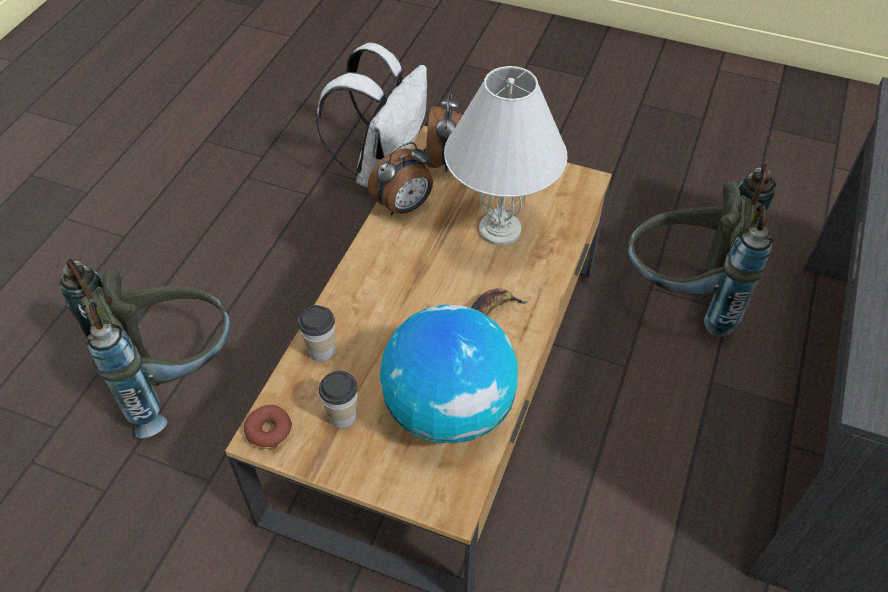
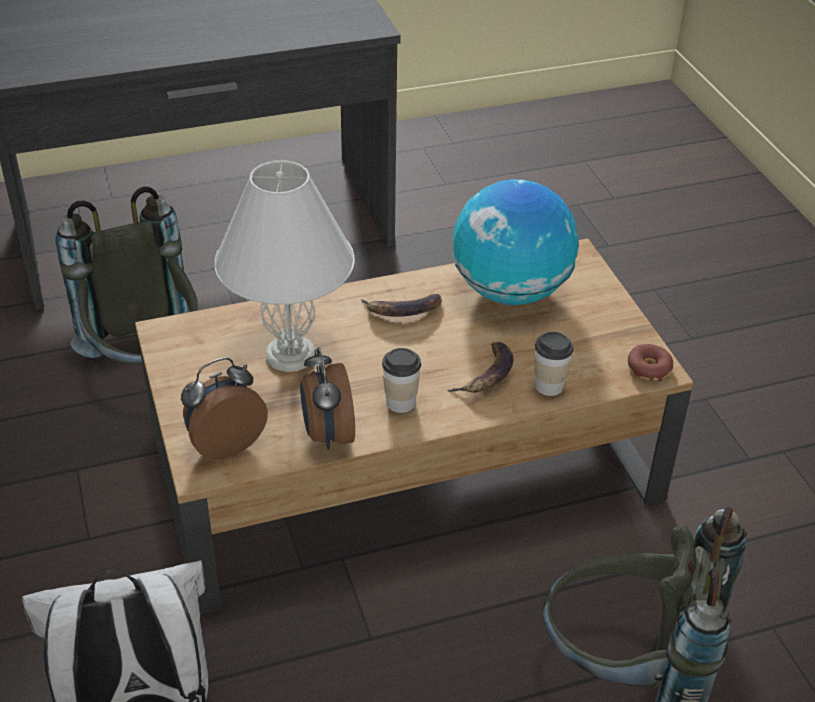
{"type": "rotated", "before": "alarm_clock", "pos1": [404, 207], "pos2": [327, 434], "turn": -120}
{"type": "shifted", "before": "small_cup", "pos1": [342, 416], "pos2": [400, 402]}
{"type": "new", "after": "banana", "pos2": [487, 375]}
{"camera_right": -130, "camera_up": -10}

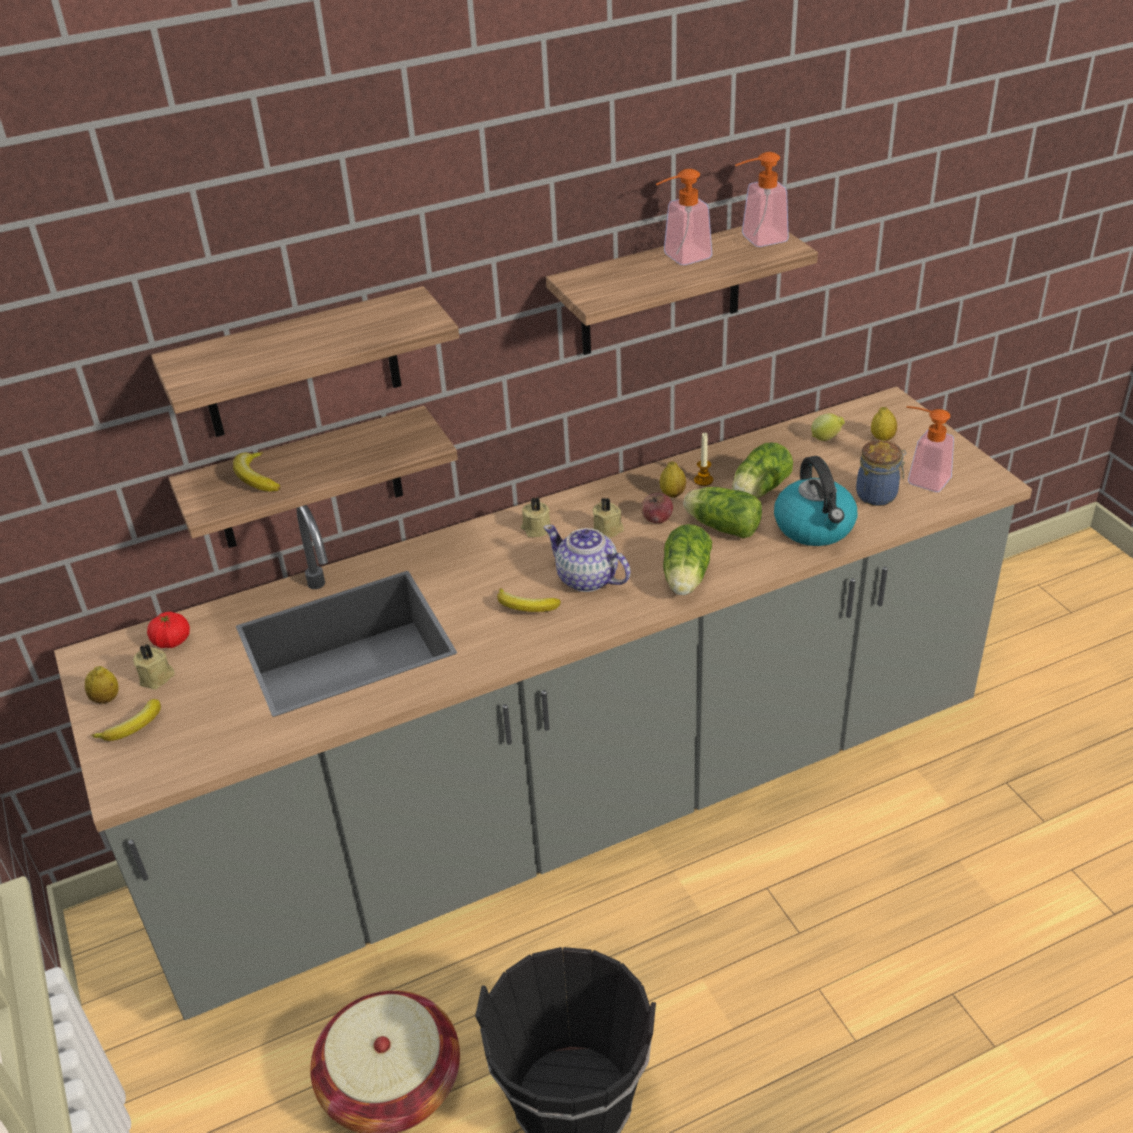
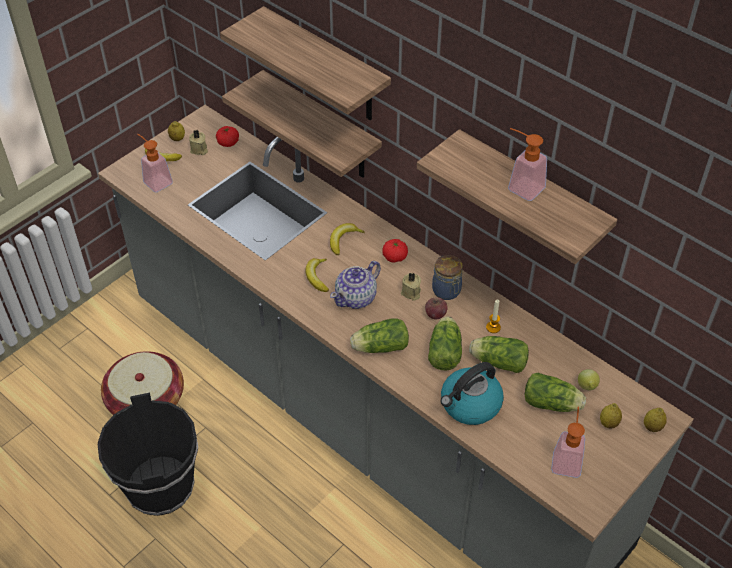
{"type": "shifted", "before": "soap_dispenser", "pos1": [757, 240], "pos2": [155, 180]}
{"type": "shifted", "before": "storage_jar", "pos1": [878, 495], "pos2": [447, 291]}
{"type": "shifted", "before": "banana", "pos1": [256, 478], "pos2": [343, 240]}
{"type": "shifted", "before": "whole_lemon", "pos1": [672, 494], "pos2": [652, 427]}
{"type": "swapped", "before": "beige-coloured_wax_candle", "after": "whole_tomato", "pos1": [536, 529], "pos2": [394, 257]}
{"type": "rotated", "before": "pot_for_tea", "pos1": [587, 579], "pos2": [356, 298], "turn": -150}
{"type": "new", "after": "lettuce_head", "pos2": [553, 404]}
{"camera_right": 65, "camera_up": 10}

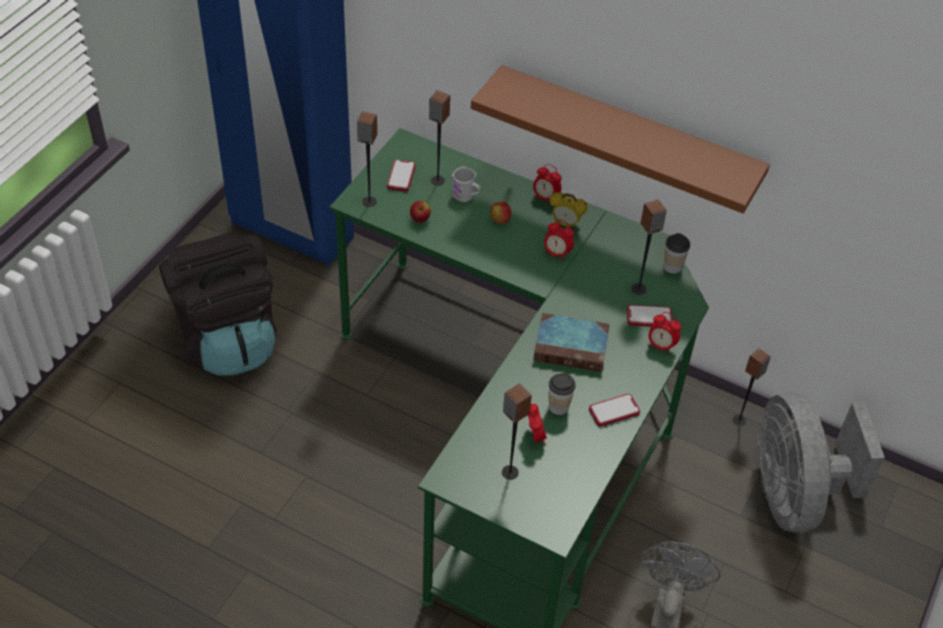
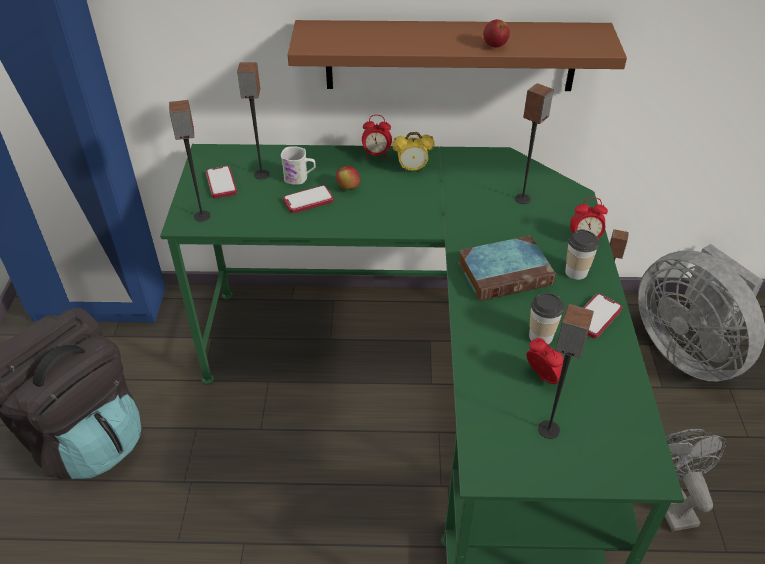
{"type": "shifted", "before": "whole_apple", "pos1": [420, 219], "pos2": [495, 46]}
{"type": "gone", "before": "alarm_clock", "pos1": [556, 253]}
{"type": "shifted", "before": "small_cup", "pos1": [672, 267], "pos2": [576, 272]}
{"type": "shifted", "before": "handset", "pos1": [649, 317], "pos2": [308, 200]}
{"camera_right": -25, "camera_up": -5}

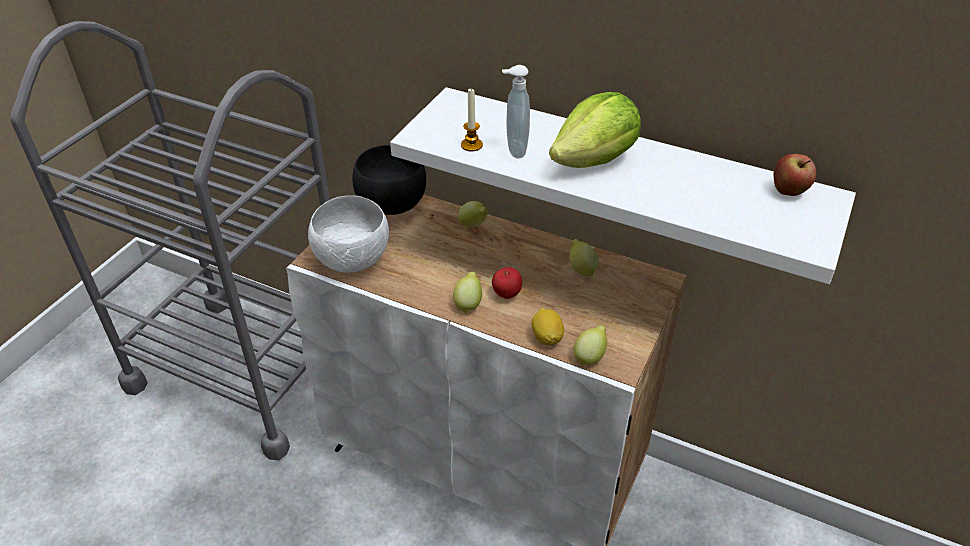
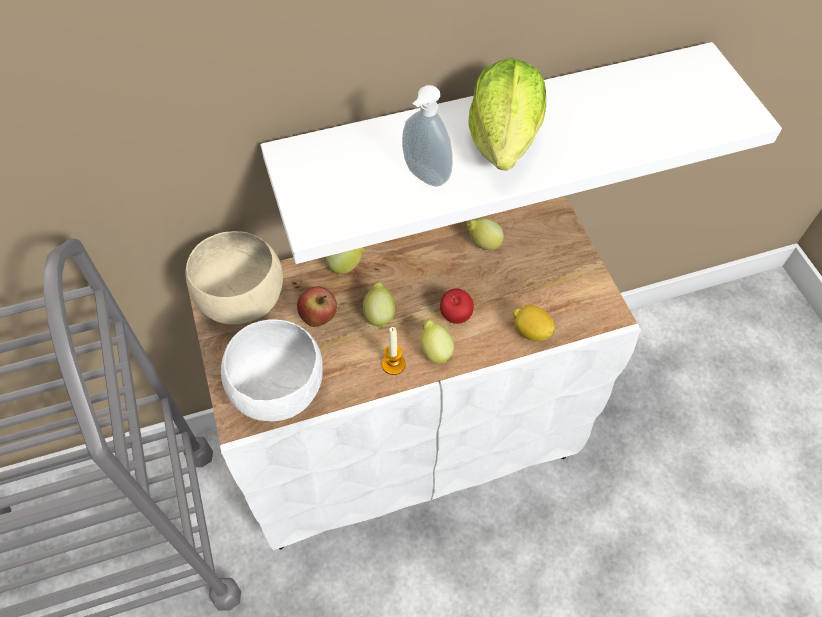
{"type": "shifted", "before": "wax_candle", "pos1": [471, 145], "pos2": [393, 364]}
{"type": "repainted", "before": "black_bowl", "after": "beige-coloured_bowl", "pos1": [391, 204], "pos2": [240, 300]}
{"type": "shifted", "before": "whole_apple", "pos1": [789, 192], "pos2": [319, 318]}
{"type": "shifted", "before": "whole_lemon", "pos1": [590, 356], "pos2": [379, 314]}
{"camera_right": -45, "camera_up": 15}

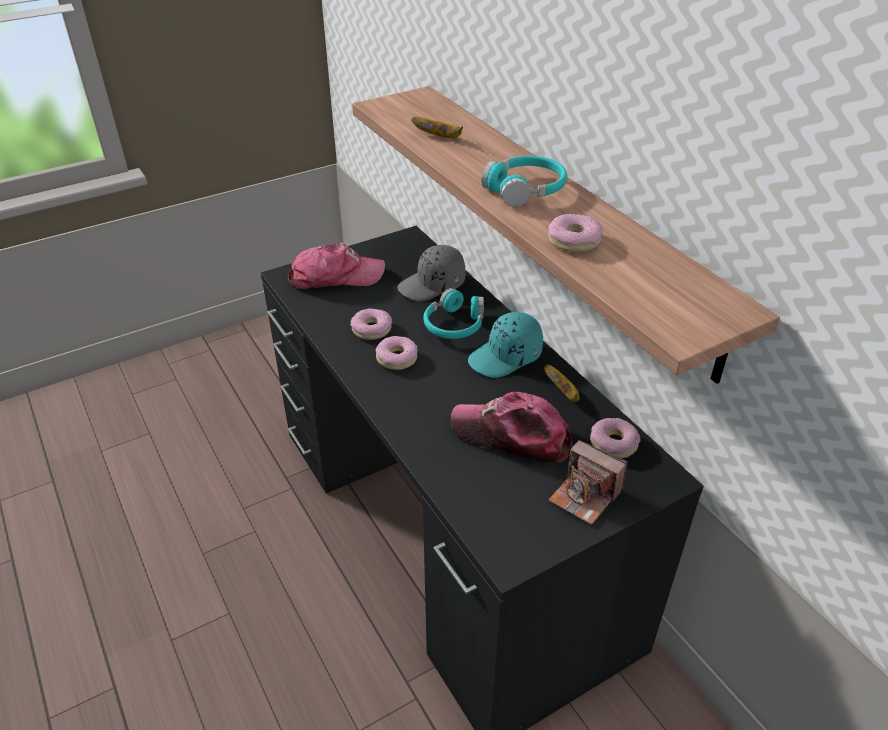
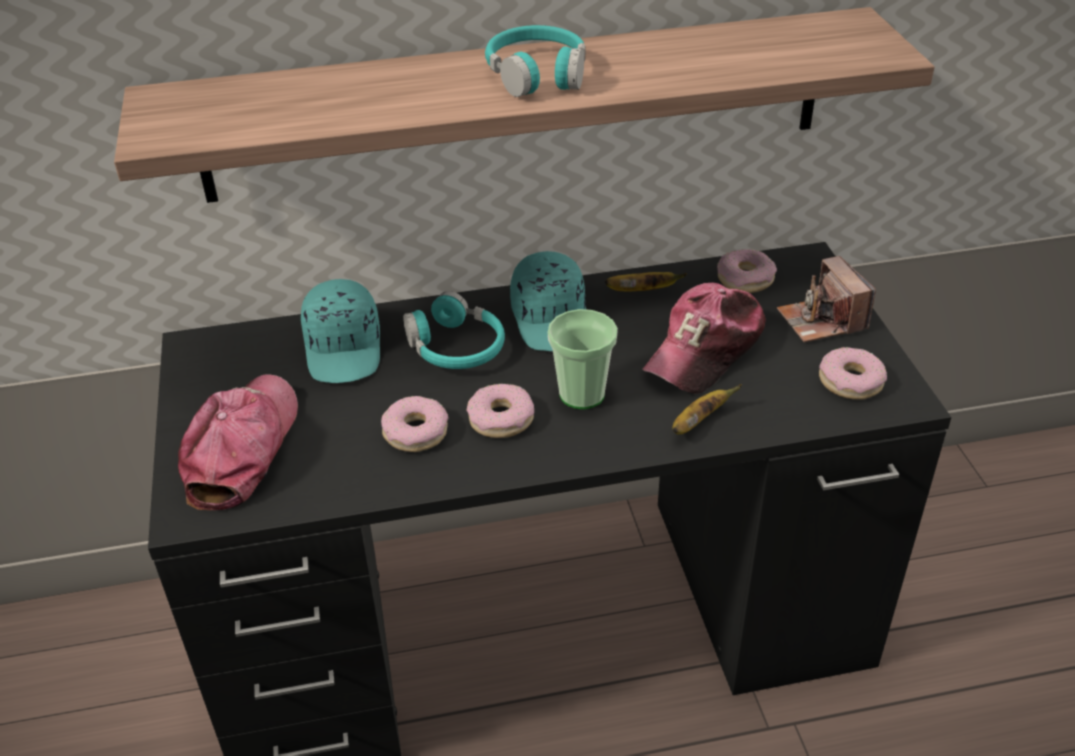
{"type": "shifted", "before": "banana", "pos1": [439, 136], "pos2": [698, 422]}
{"type": "shifted", "before": "doughnut", "pos1": [573, 240], "pos2": [850, 381]}
{"type": "repainted", "before": "grey_baseball_cap", "after": "blue-green_baseball_cap", "pos1": [432, 285], "pos2": [345, 348]}
{"type": "rotated", "before": "still_camera", "pos1": [585, 496], "pos2": [821, 320], "turn": 105}
{"type": "new", "after": "small_cup", "pos2": [582, 394]}
{"camera_right": -70, "camera_up": 0}

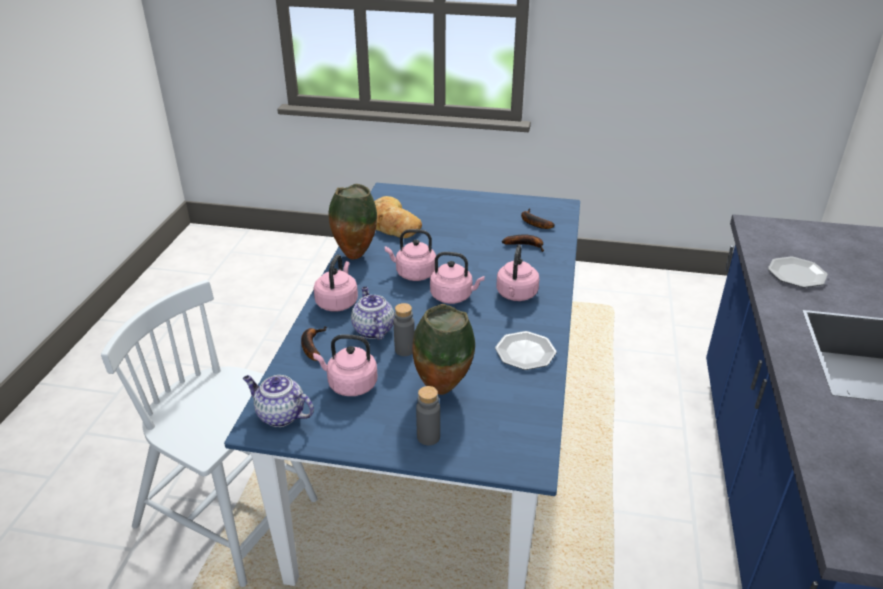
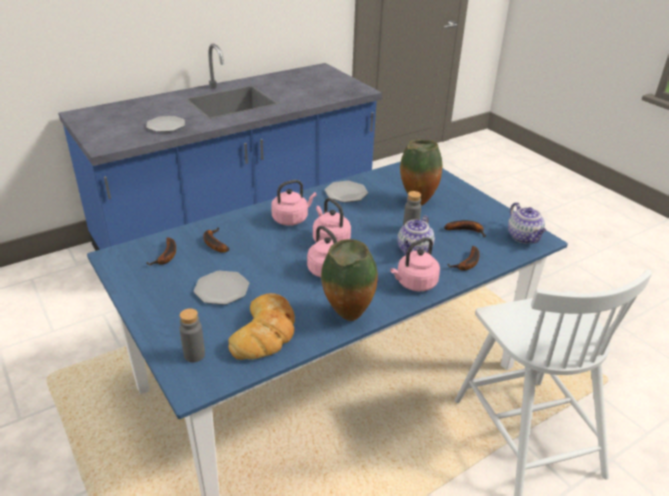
{"type": "swapped", "before": "pink_water_kettle", "after": "banana", "pos1": [350, 385], "pos2": [466, 230]}
{"type": "shifted", "before": "grey_bottle", "pos1": [428, 437], "pos2": [194, 355]}
{"type": "new", "after": "dinner_plate", "pos2": [222, 289]}
{"camera_right": -135, "camera_up": 0}

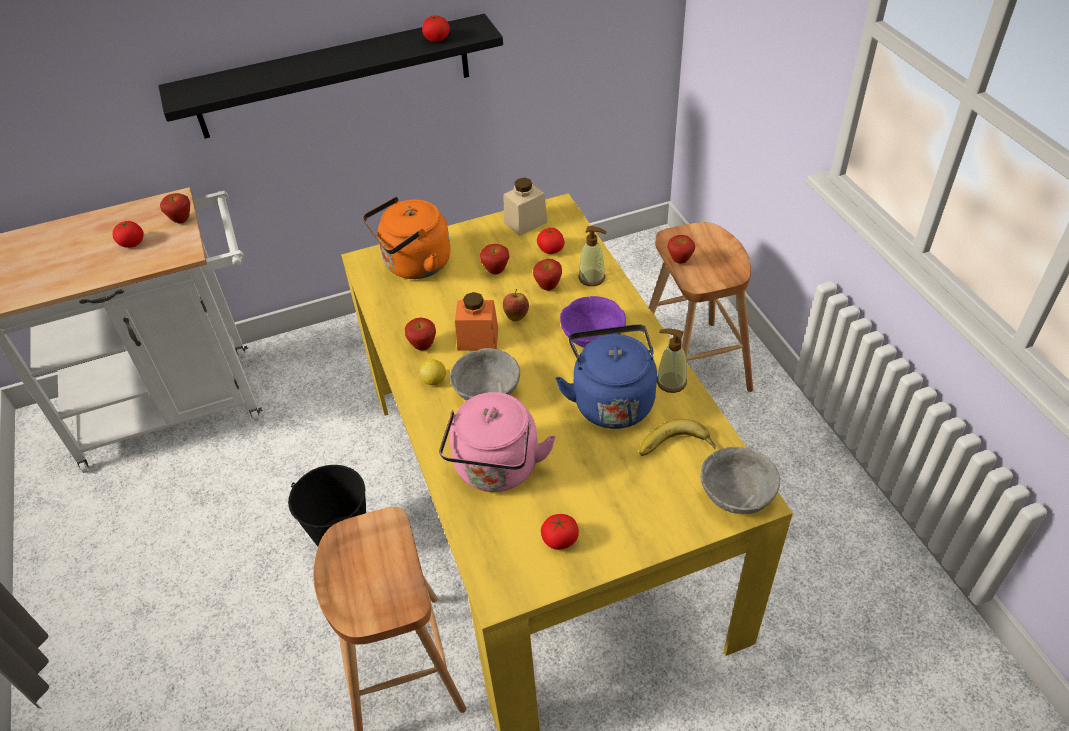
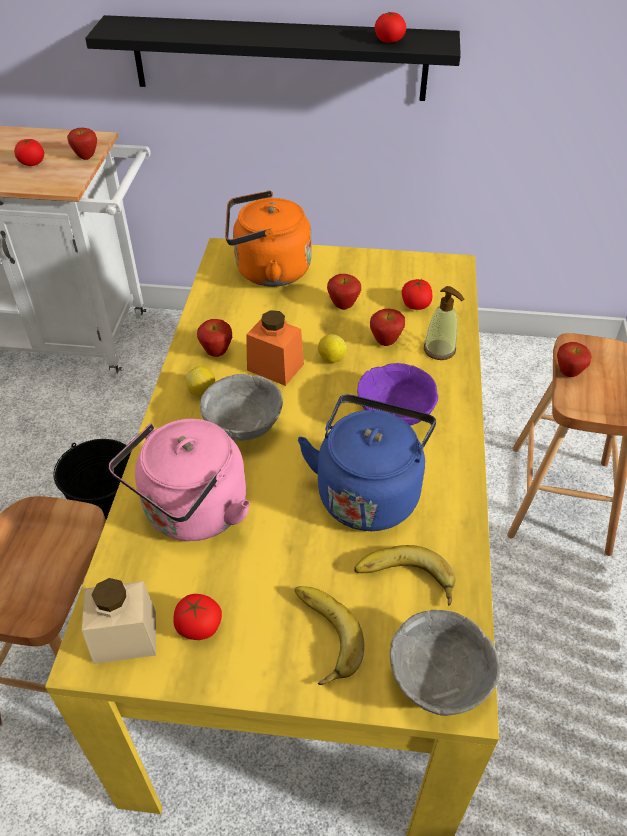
{"type": "shifted", "before": "beige-coloured_storage_jar", "pos1": [525, 222], "pos2": [125, 637]}
{"type": "swapped", "before": "whole_apple", "after": "whole_lemon", "pos1": [516, 315], "pos2": [331, 358]}
{"type": "gone", "before": "soap_dispenser", "pos1": [671, 382]}
{"type": "new", "after": "banana", "pos2": [319, 636]}
{"camera_right": 25, "camera_up": 0}

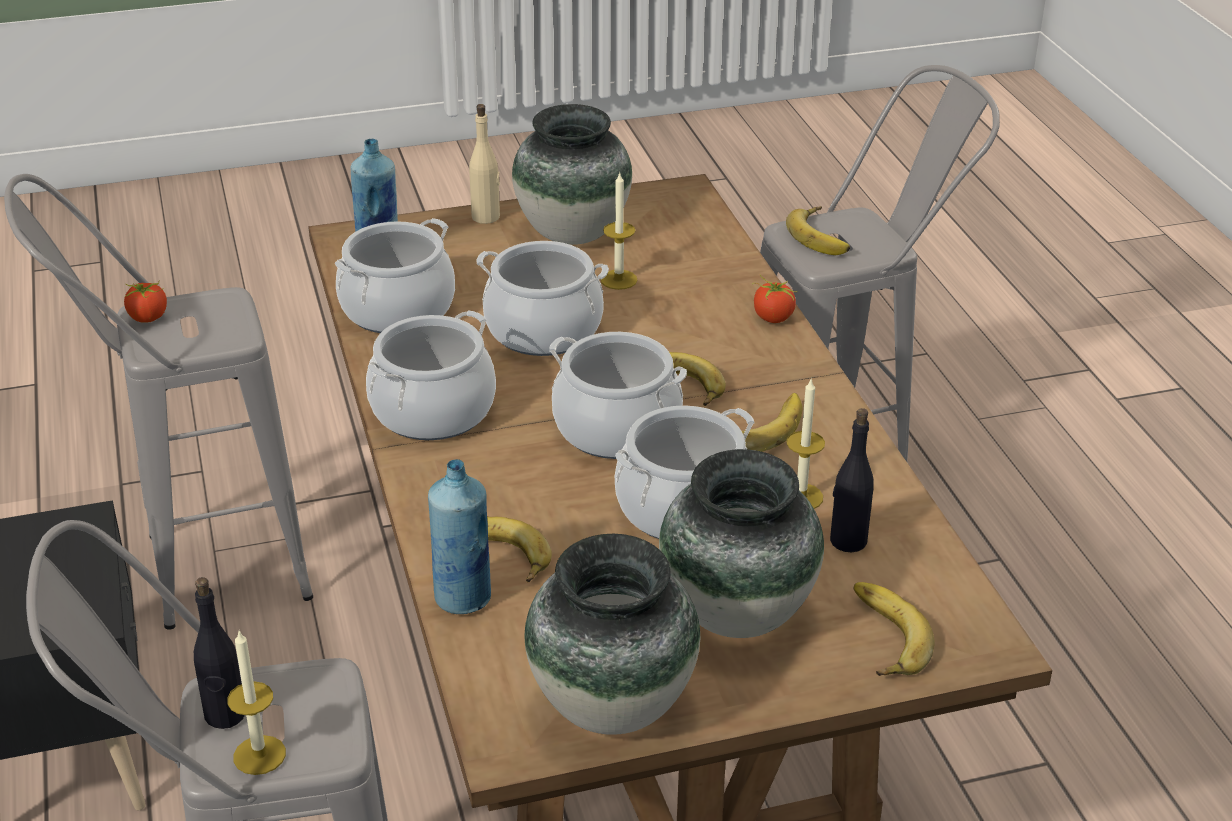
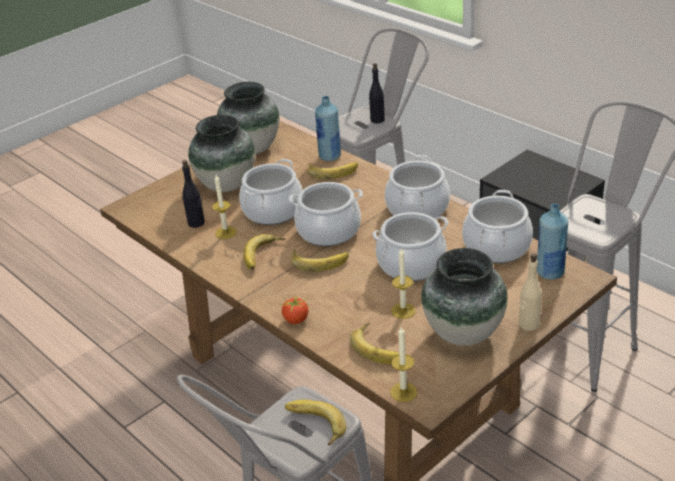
{"type": "gone", "before": "whole_tomato", "pos1": [148, 317]}
{"type": "shifted", "before": "banana", "pos1": [880, 637], "pos2": [379, 347]}
{"type": "shifted", "before": "wax_candle", "pos1": [259, 755], "pos2": [403, 392]}
{"camera_right": 155, "camera_up": 0}

